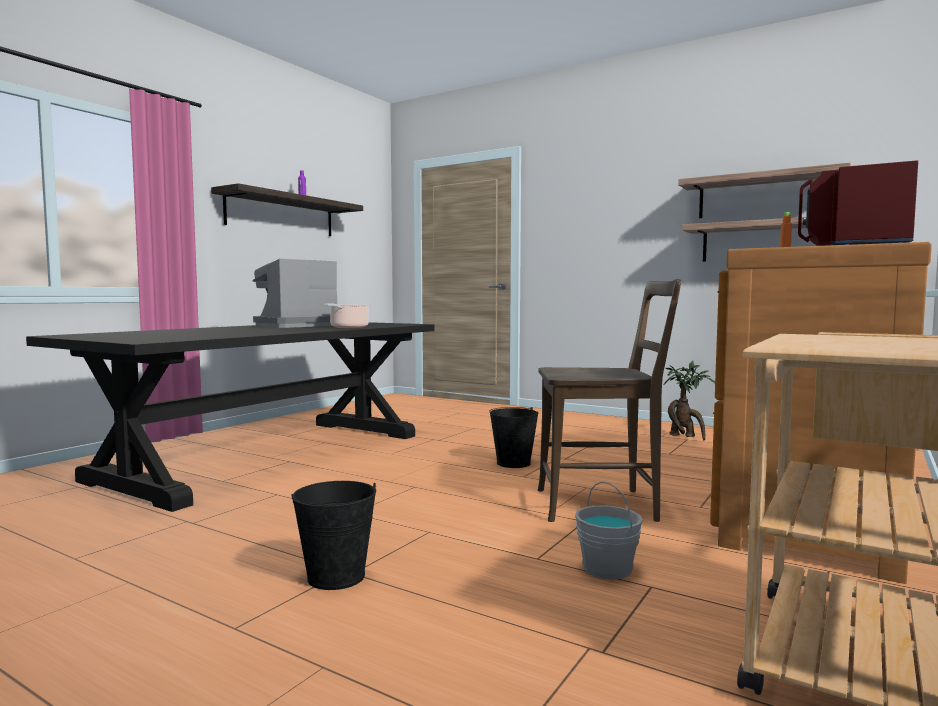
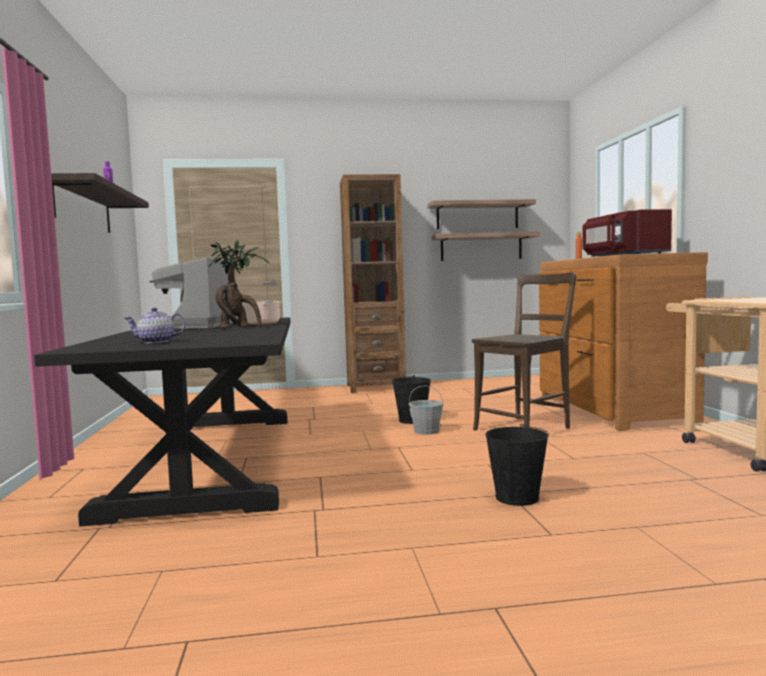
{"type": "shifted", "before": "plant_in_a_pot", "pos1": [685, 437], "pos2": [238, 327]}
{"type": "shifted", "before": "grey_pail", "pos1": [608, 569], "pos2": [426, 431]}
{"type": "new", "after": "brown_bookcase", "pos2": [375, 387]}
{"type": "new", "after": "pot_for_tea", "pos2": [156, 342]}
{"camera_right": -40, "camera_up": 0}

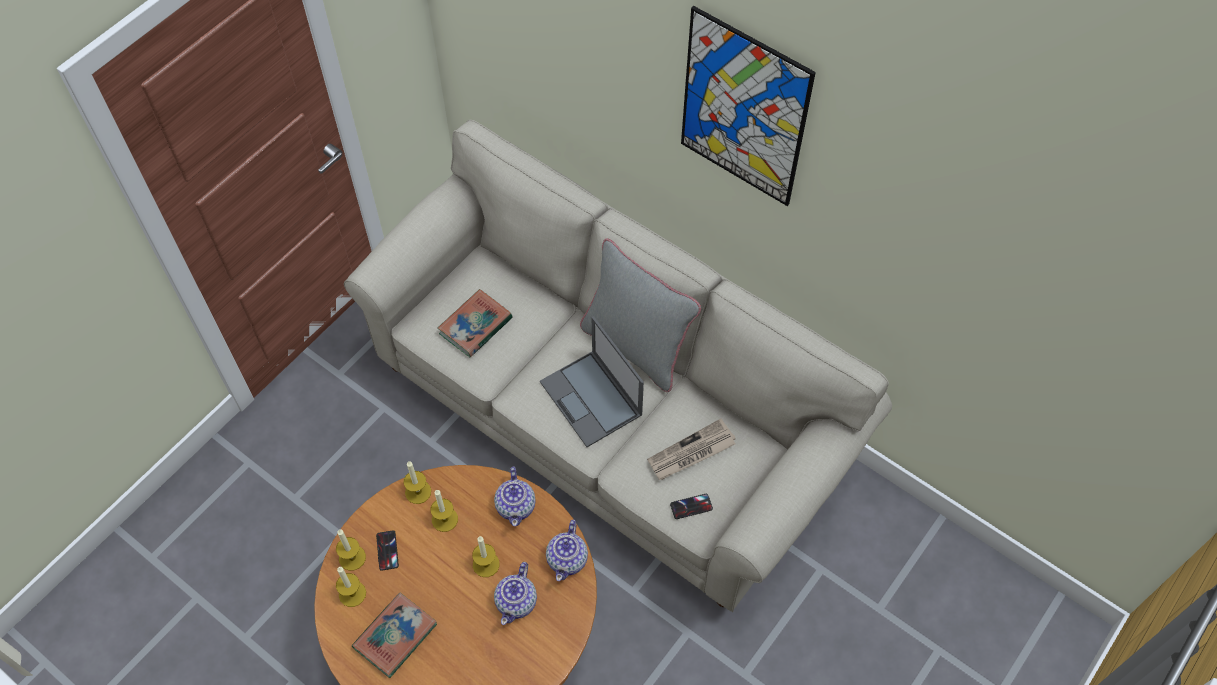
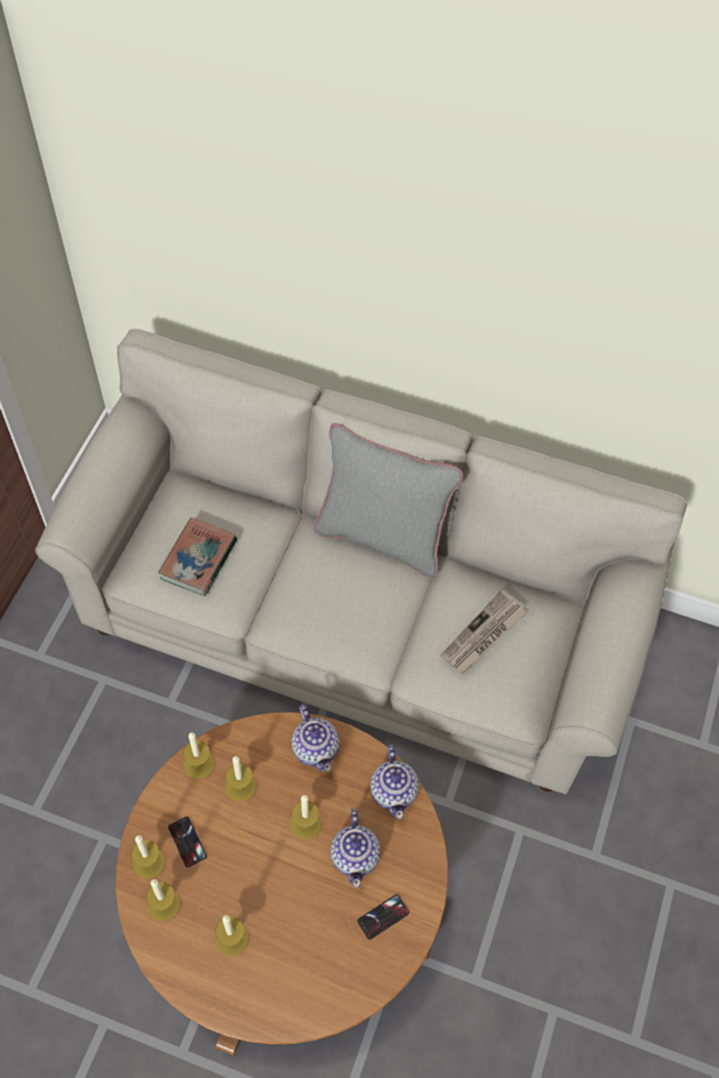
{"type": "gone", "before": "wall_art", "pos1": [743, 109]}
{"type": "gone", "before": "portable_computer", "pos1": [592, 399]}
{"type": "shifted", "before": "handset", "pos1": [691, 506], "pos2": [383, 917]}
{"type": "swapped", "before": "volume", "after": "wax_candle", "pos1": [395, 636], "pos2": [231, 938]}
{"camera_right": -20, "camera_up": 0}

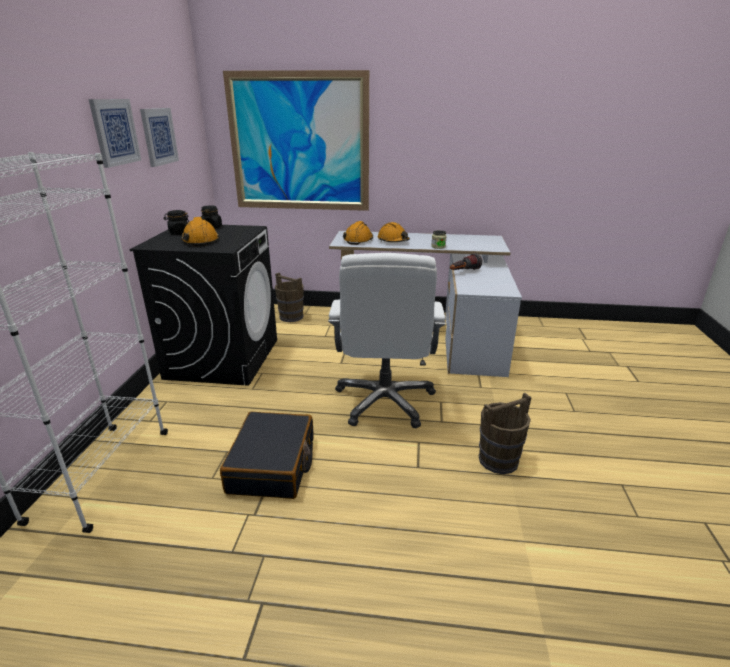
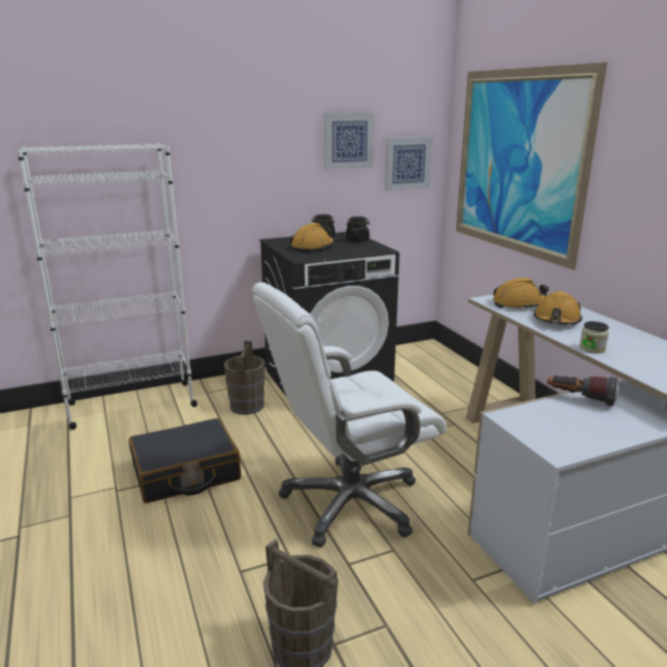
{"type": "shifted", "before": "wall_art", "pos1": [115, 132], "pos2": [407, 163]}
{"type": "shifted", "before": "brown_pail", "pos1": [291, 317], "pos2": [247, 406]}
{"camera_right": 60, "camera_up": -5}

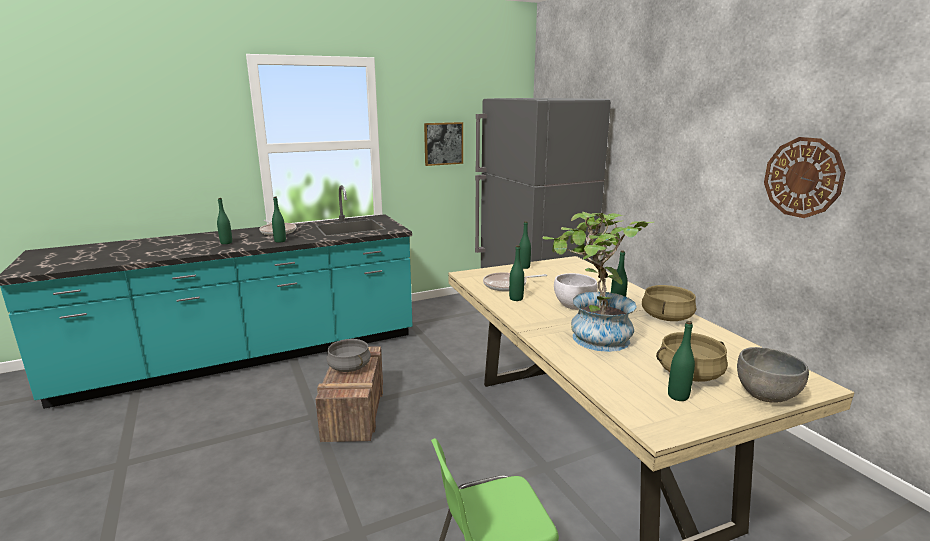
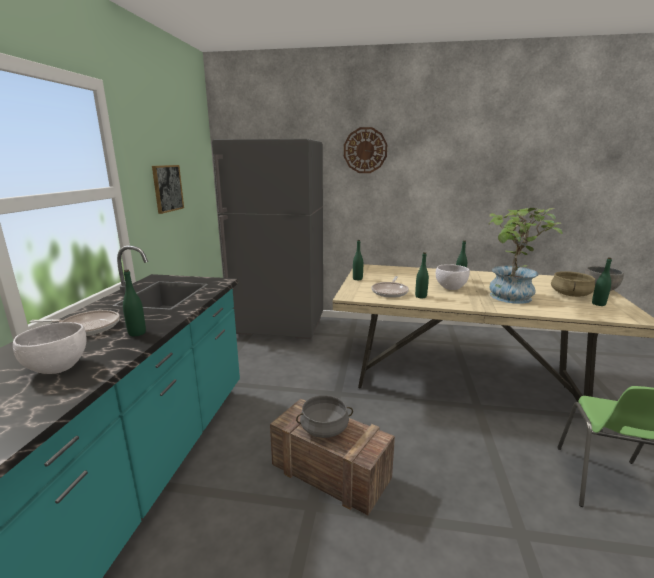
{"type": "shifted", "before": "hanging_clock", "pos1": [803, 177], "pos2": [365, 150]}
{"type": "swapped", "before": "green-coloured_bottle", "after": "white_bowl", "pos1": [226, 243], "pos2": [58, 367]}
{"type": "gone", "before": "beige-coloured_saucepot", "pos1": [666, 317]}
{"camera_right": -55, "camera_up": 0}

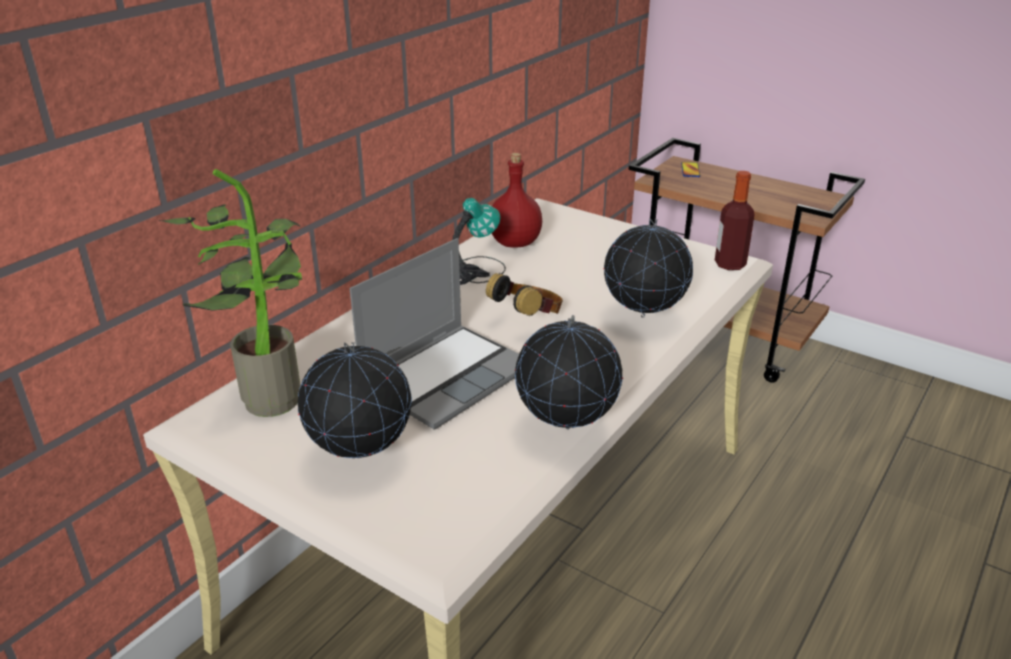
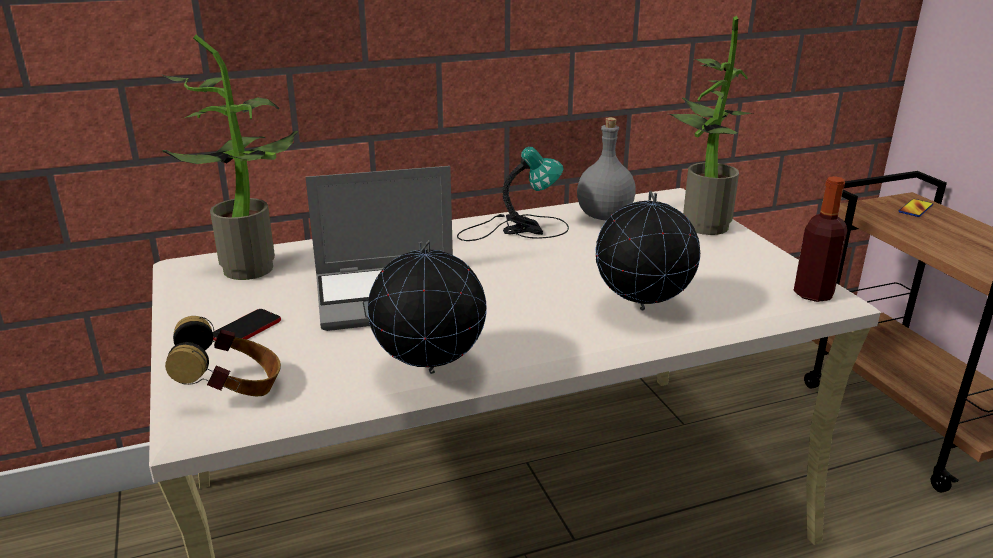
{"type": "repainted", "before": "red-coloured_bottle", "after": "grey_bottle", "pos1": [515, 242], "pos2": [605, 216]}
{"type": "shifted", "before": "headset", "pos1": [528, 319], "pos2": [232, 390]}
{"type": "swapped", "before": "globe", "after": "handset", "pos1": [361, 457], "pos2": [246, 329]}
{"type": "new", "after": "plant_in_a_pot", "pos2": [699, 224]}
{"camera_right": 35, "camera_up": -5}

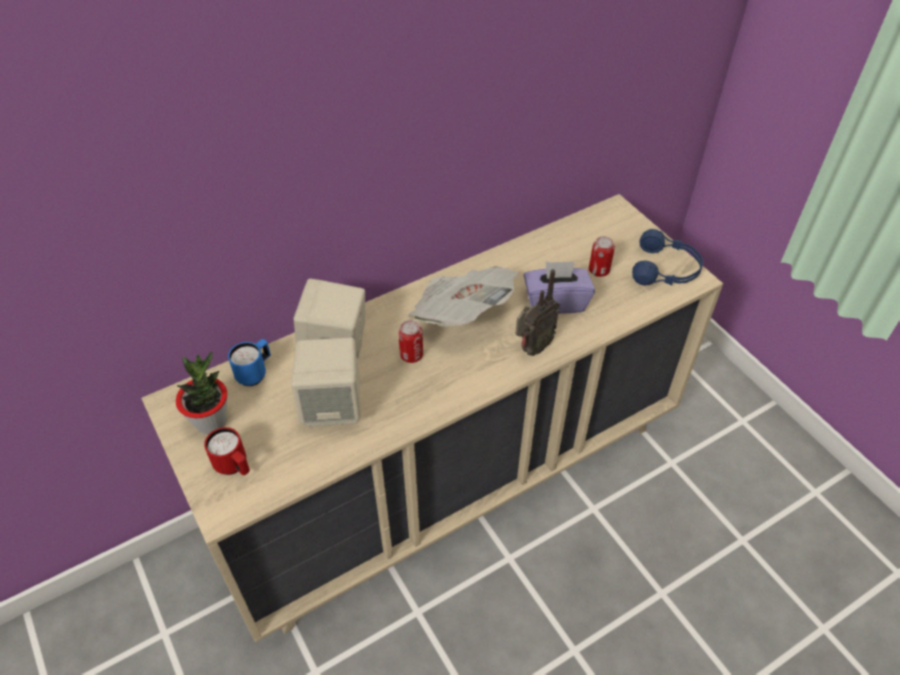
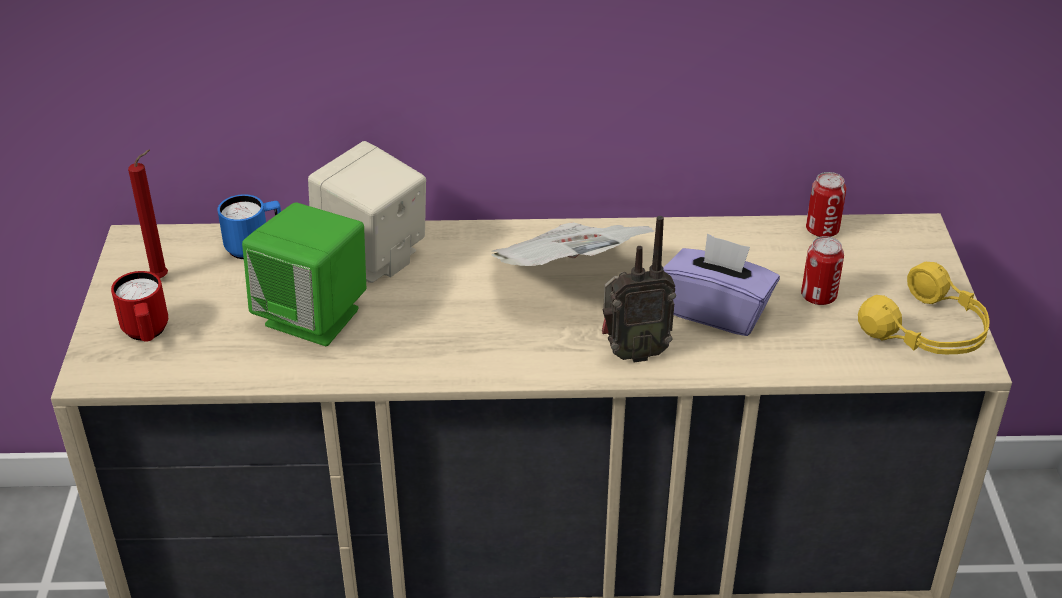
{"type": "repainted", "before": "bluish_headset", "after": "yellow_headset", "pos1": [666, 270], "pos2": [929, 332]}
{"type": "shifted", "before": "metal_can", "pos1": [411, 355], "pos2": [822, 230]}
{"type": "repainted", "before": "beige-coloured_audio_speaker", "after": "green-coloured_audio_speaker", "pos1": [333, 406], "pos2": [314, 317]}
{"type": "swapped", "before": "plant_in_a_pot", "after": "red-coloured_wax_candle", "pos1": [211, 421], "pos2": [163, 277]}
{"camera_right": 30, "camera_up": -10}

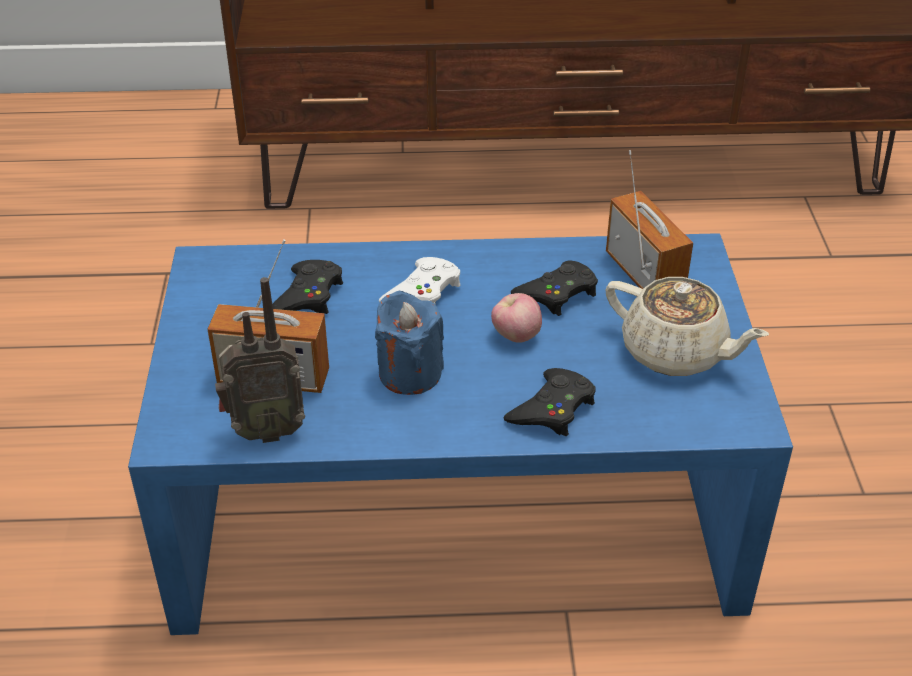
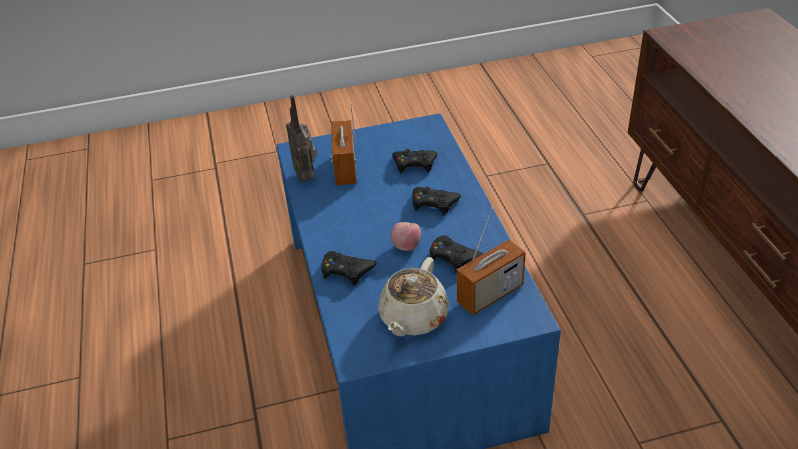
{"type": "repainted", "before": "white_game_controller", "after": "black_game_controller", "pos1": [423, 292], "pos2": [434, 203]}
{"type": "gone", "before": "bluish_wax_candle", "pos1": [410, 373]}
{"camera_right": 80, "camera_up": 0}

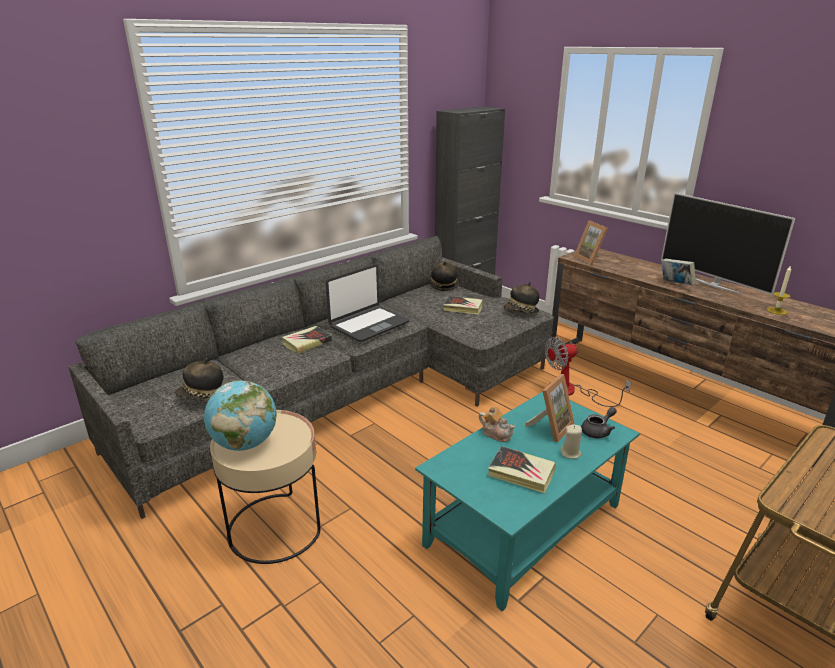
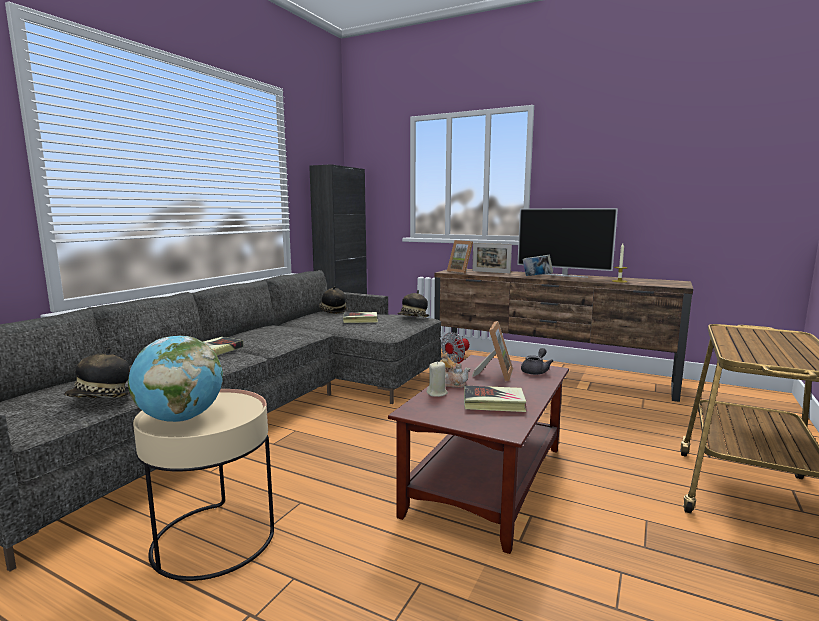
{"type": "gone", "before": "portable_computer", "pos1": [368, 324]}
{"type": "repainted", "before": "blue-green_lounge_table", "after": "brown_lounge_table", "pos1": [524, 524], "pos2": [486, 479]}
{"type": "shifted", "before": "beige-coloured_wax_candle", "pos1": [570, 453], "pos2": [437, 393]}
{"type": "new", "after": "photo_frame", "pos2": [491, 272]}
{"camera_right": -20, "camera_up": -15}

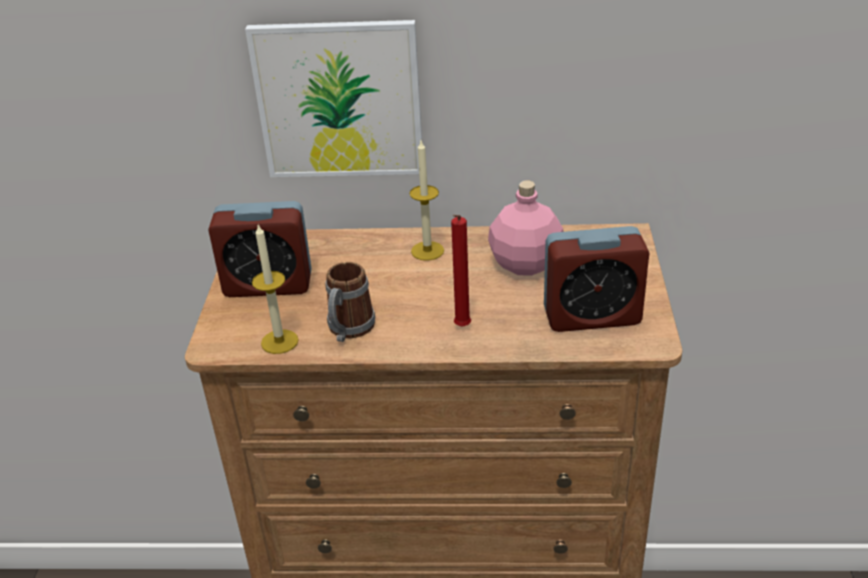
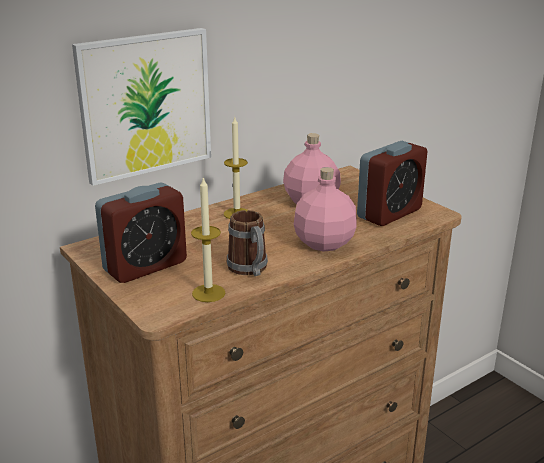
{"type": "swapped", "before": "red-coloured_wax_candle", "after": "pink_bottle", "pos1": [461, 328], "pos2": [323, 243]}
{"camera_right": -40, "camera_up": -10}

